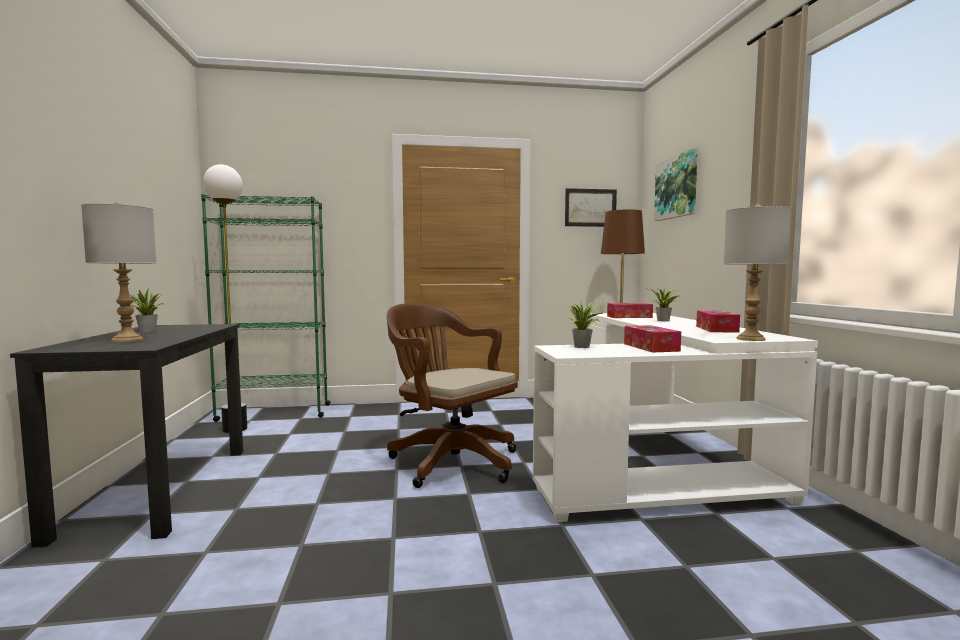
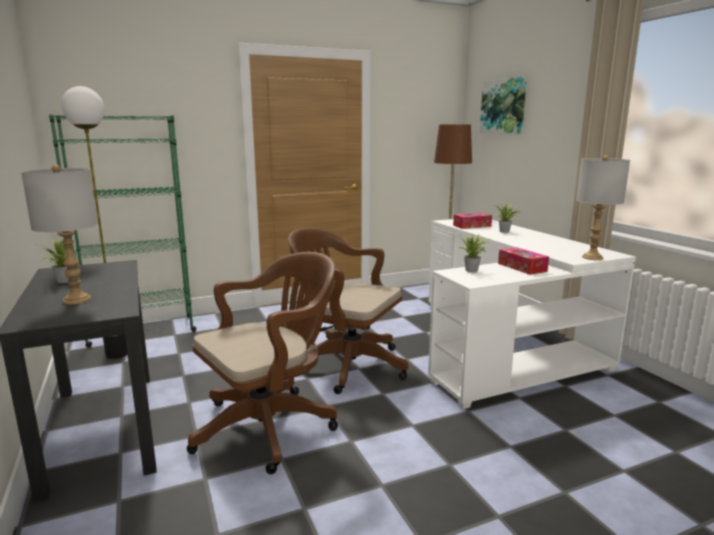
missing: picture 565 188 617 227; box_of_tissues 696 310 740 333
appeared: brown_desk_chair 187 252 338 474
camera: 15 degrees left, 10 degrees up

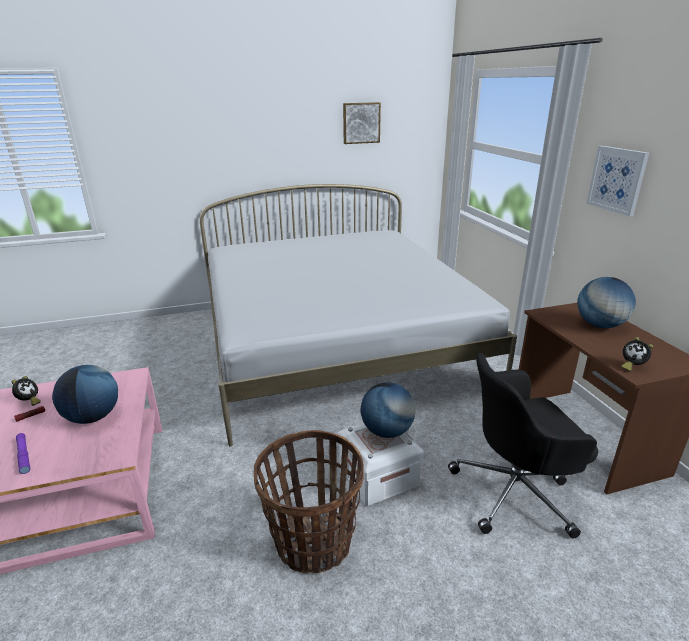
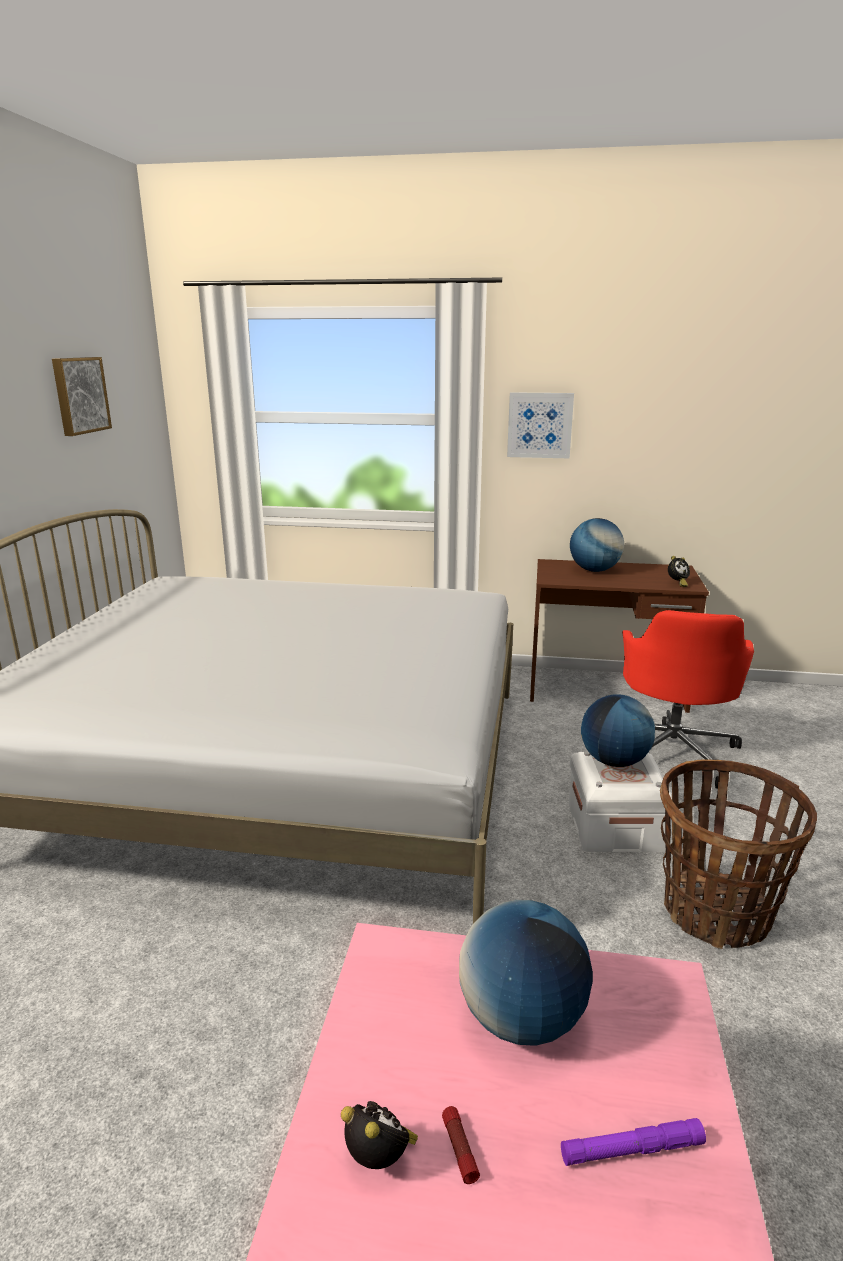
colour: black-coloured_desk_chair 448 353 598 539 to red_desk_chair 622 610 754 789
camera: 65 degrees left, 5 degrees down

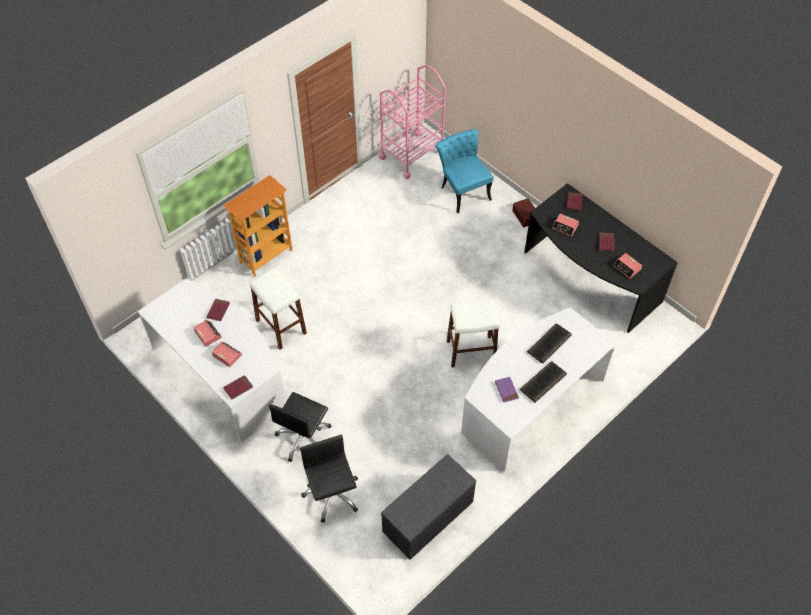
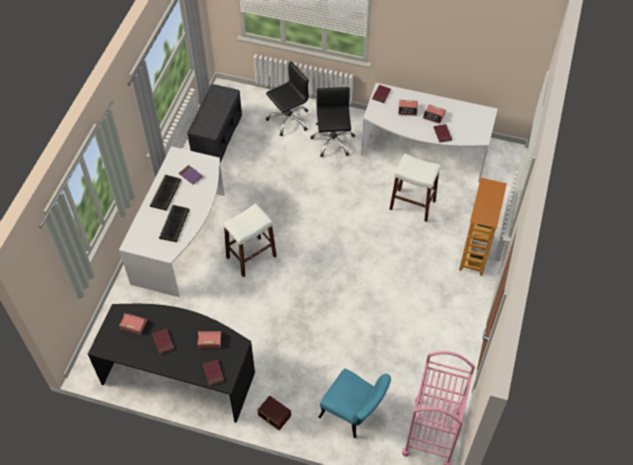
spun: black-coloured_desk_chair 300 435 358 523 = 266 61 309 136 75 degrees counterclockwise
camera: 150 degrees right, 0 degrees up

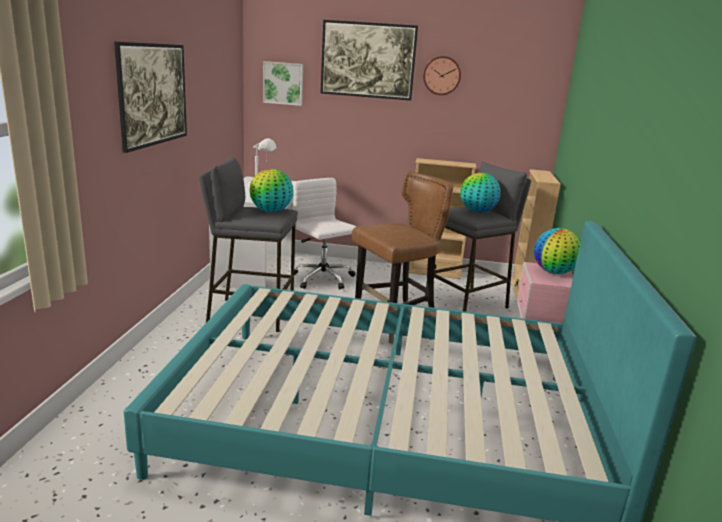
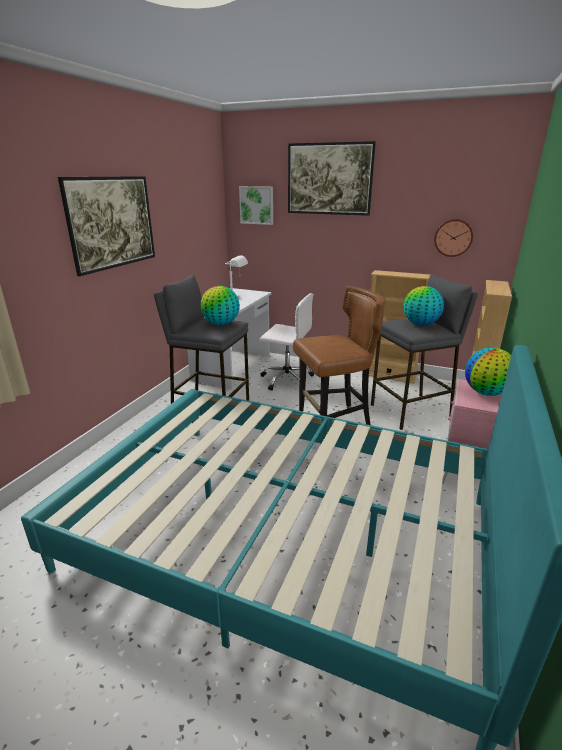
relocated: wall_clock 423 56 461 95 to 434 219 473 257
spun: white-coloured_desk_chair 293 178 357 289 = 259 293 314 391 135 degrees clockwise
camera: 15 degrees right, 5 degrees up

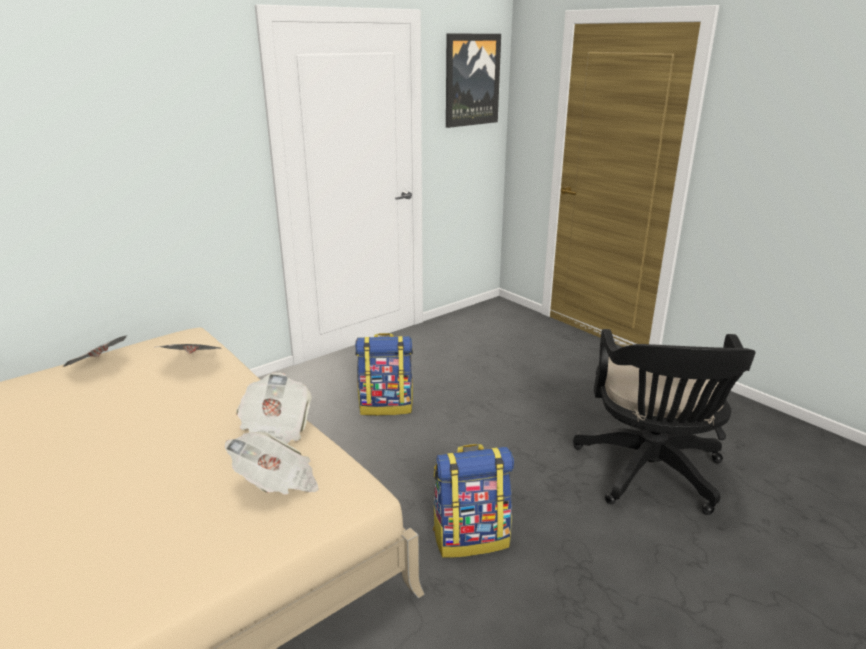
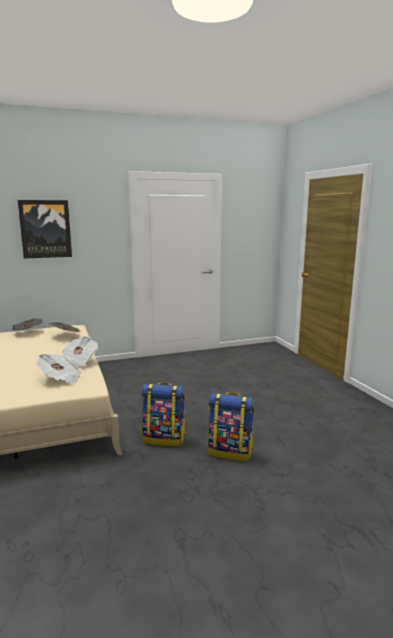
missing: black-coloured_desk_chair 573 329 756 515
relocated: picture 446 34 501 128 to 18 200 72 259; knapsack 355 333 413 416 to 208 392 254 462
camera: 20 degrees right, 10 degrees down

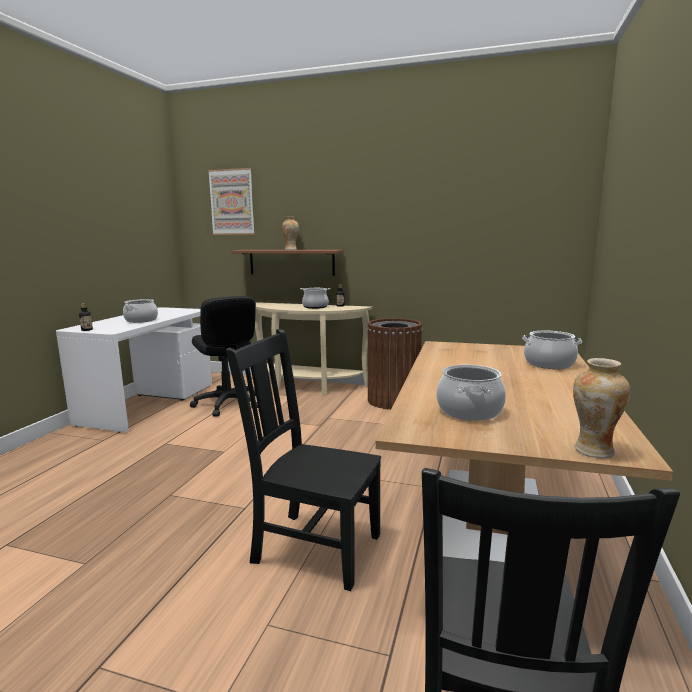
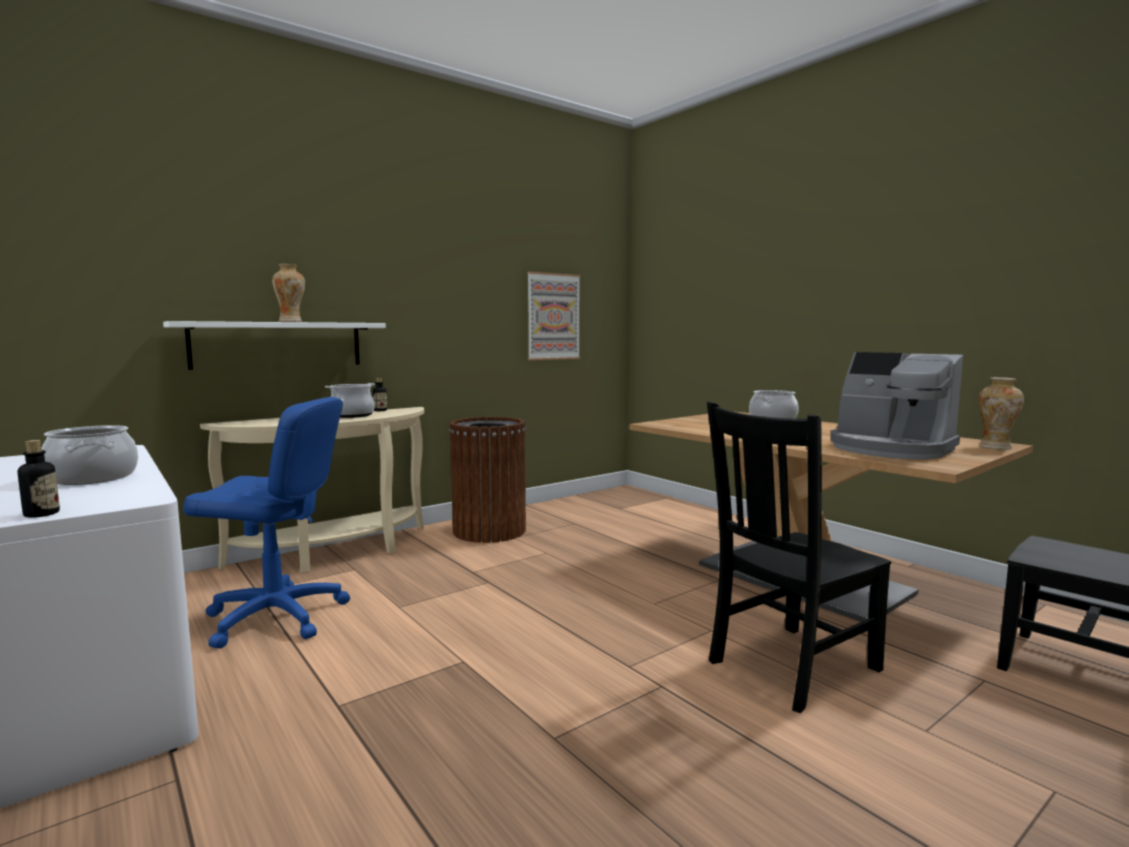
relocated: picture 208 168 255 235 to 527 272 580 360
exchanged: stockpot 436 365 506 421 to coffee_machine 831 352 963 460
colour: brown_wall_shelf 231 250 344 276 to white-coloured_wall_shelf 163 321 386 370; black-coloured_desk_chair 190 296 258 417 to bluish_desk_chair 183 397 350 648
camera: 55 degrees left, 5 degrees down

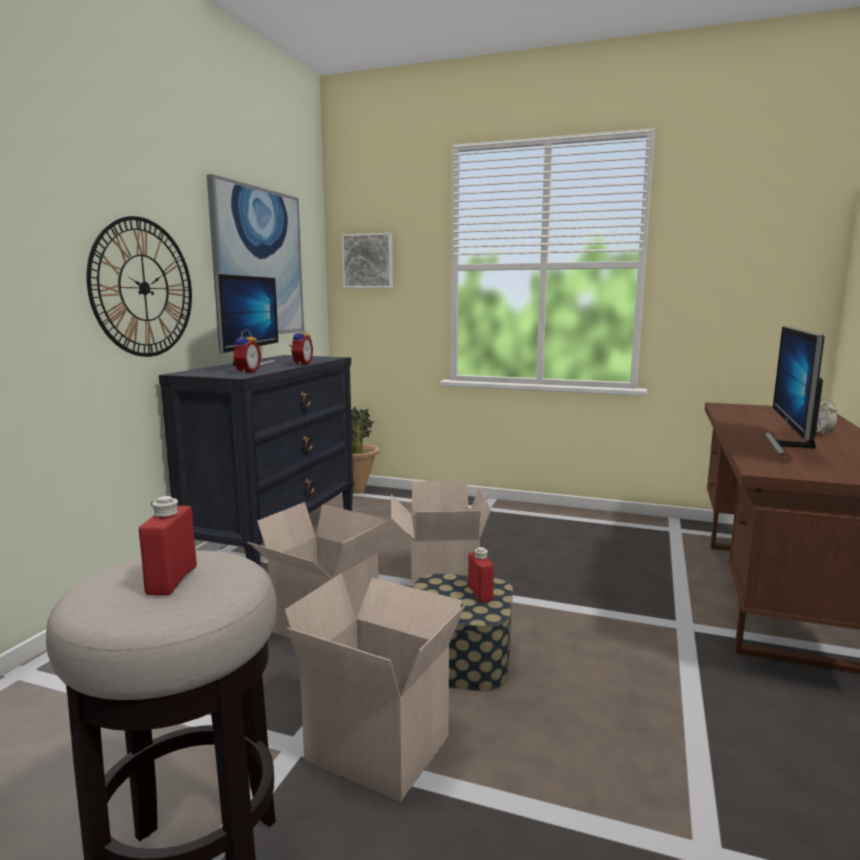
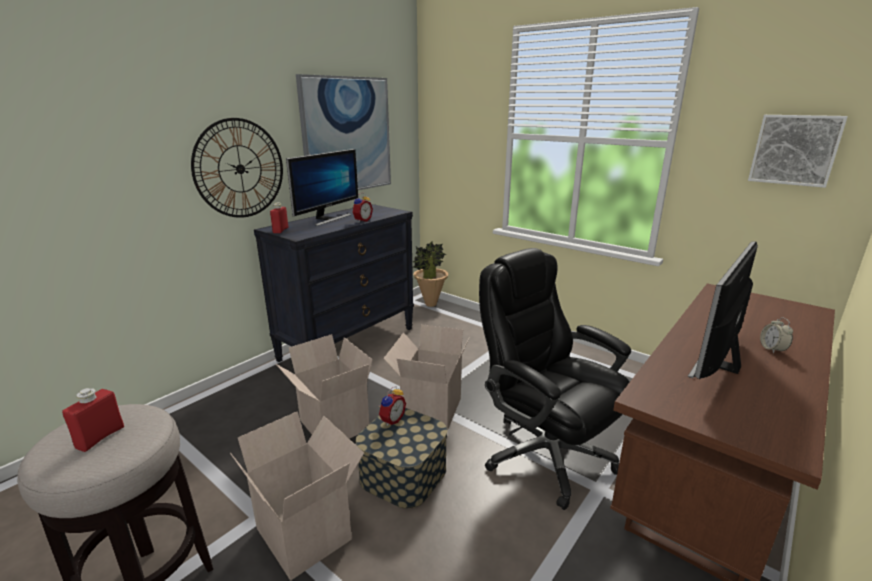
appeared: black-coloured_desk_chair 479 248 631 510
relocated: picture 341 233 393 288 to 748 115 848 188; bedside_clock 232 329 261 374 to 378 386 406 426; red_beverage_bottle 468 547 494 603 to 270 203 289 233
camera: 20 degrees right, 10 degrees up

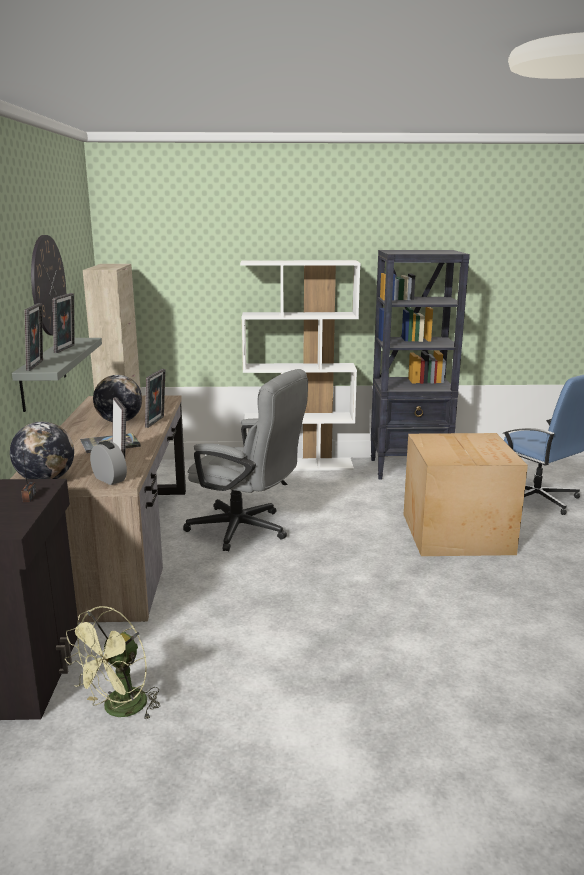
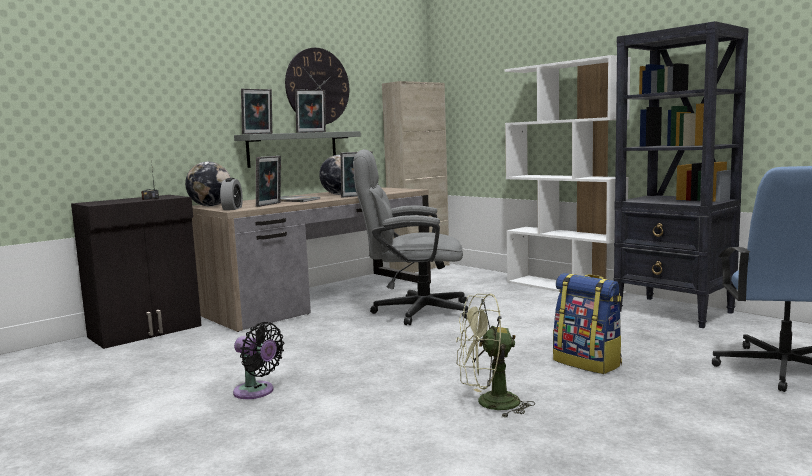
appeared: black-coloured_electric_fan 233 322 284 399
relocated: greenish_electric_fan 65 606 160 719 to 456 293 535 418
exchanged: cardboard_box 404 433 528 556 to knapsack 553 273 622 374
spun: grey_desk_chair 183 369 308 551 = 353 149 468 325 105 degrees clockwise
camera: 50 degrees right, 10 degrees down

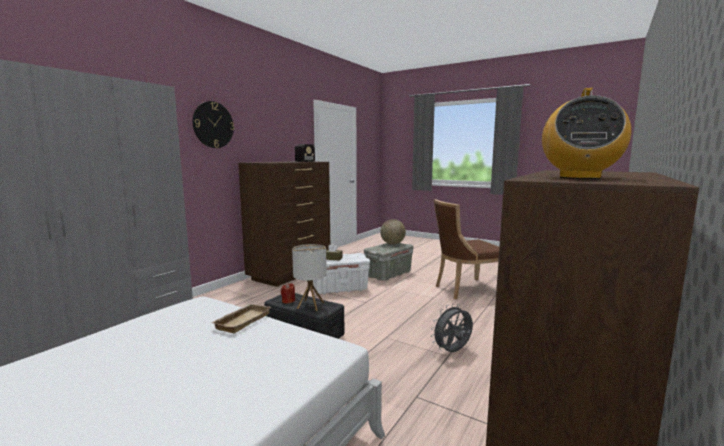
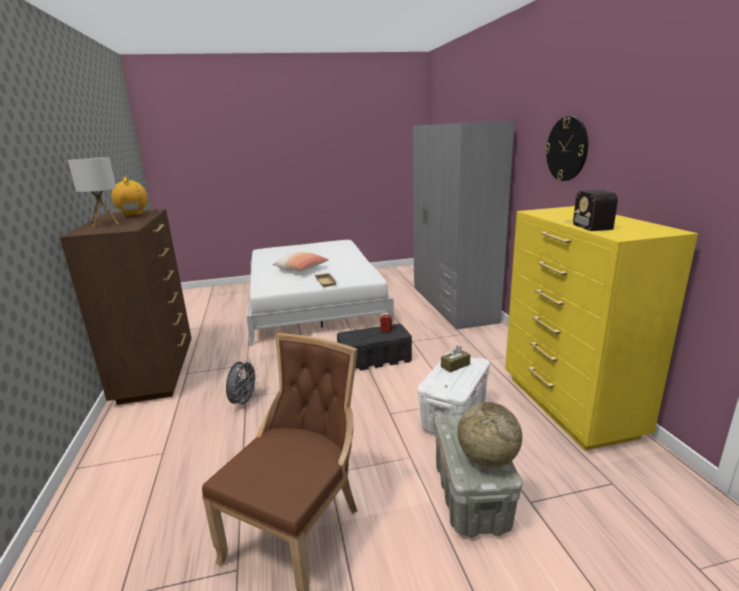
appeared: throw_pillow 272 252 329 271
relocated: lamp_for_a_table 292 244 327 311 to 68 157 119 227
colour: brown_drawer_chest 238 161 330 287 to yellowish_drawer_chest 505 206 698 451
camera: 135 degrees right, 10 degrees up

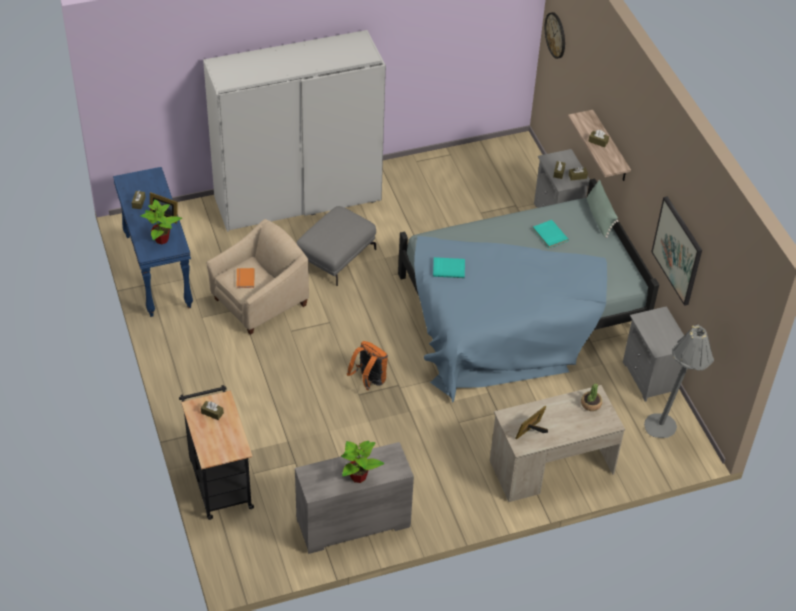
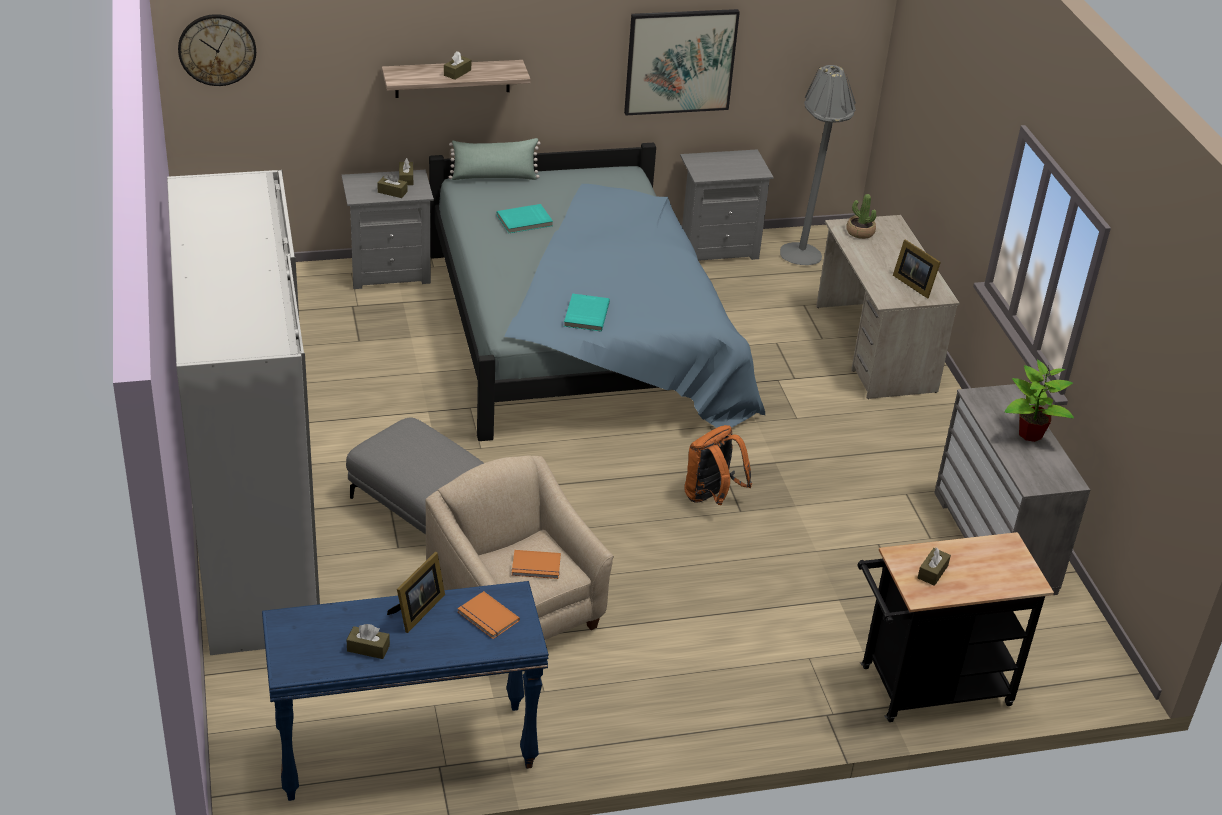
exchanged: potted_plant 141 199 182 244 to orange_book 457 591 520 639
camera: 85 degrees left, 10 degrees down

